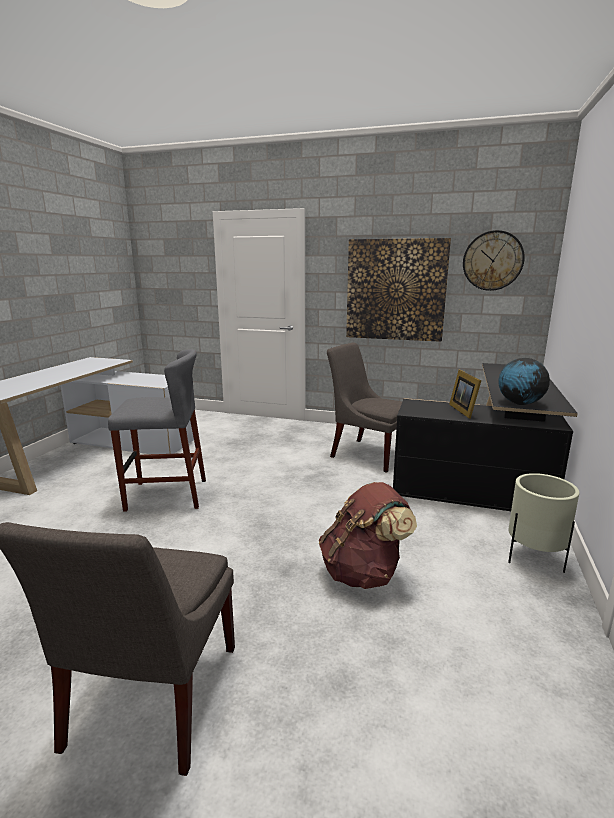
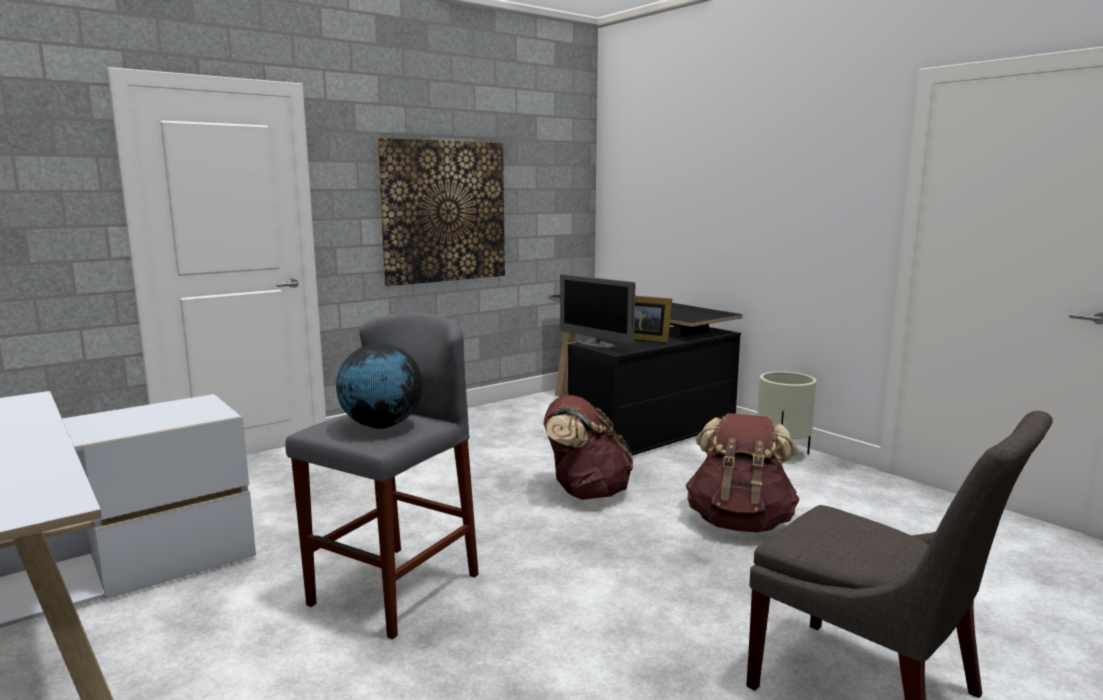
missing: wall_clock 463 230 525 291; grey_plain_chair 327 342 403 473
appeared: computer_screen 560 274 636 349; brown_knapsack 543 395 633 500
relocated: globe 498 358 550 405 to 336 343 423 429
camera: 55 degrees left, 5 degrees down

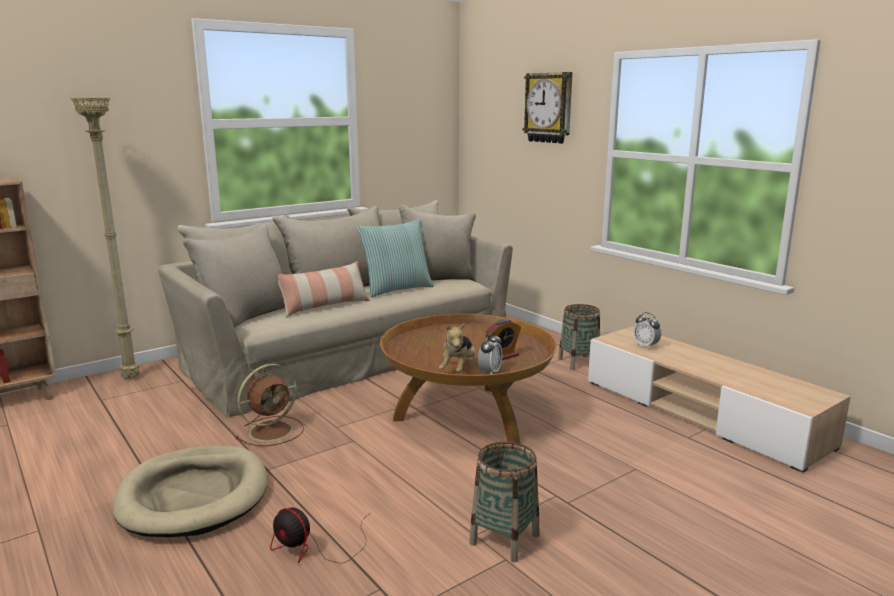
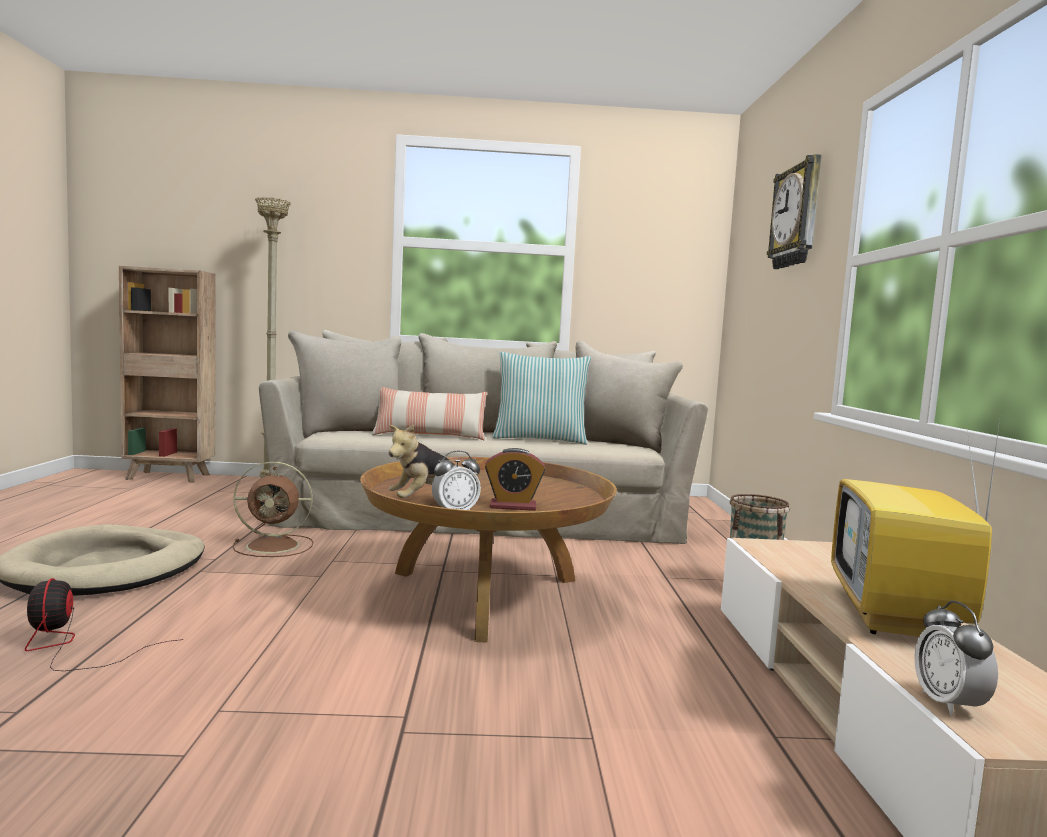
missing: storage_basket 469 442 539 562
appeared: TV_set 831 412 1001 637
relocated: bedside_clock 633 312 661 349 to 914 601 998 716
camera: 35 degrees right, 10 degrees down

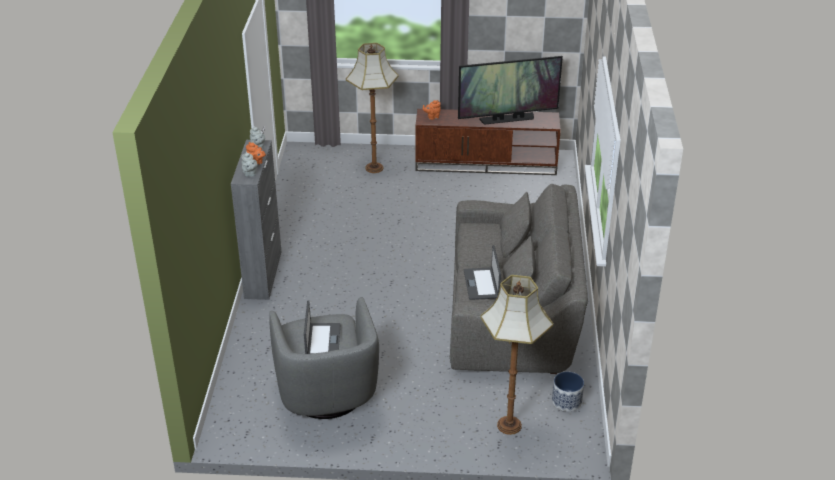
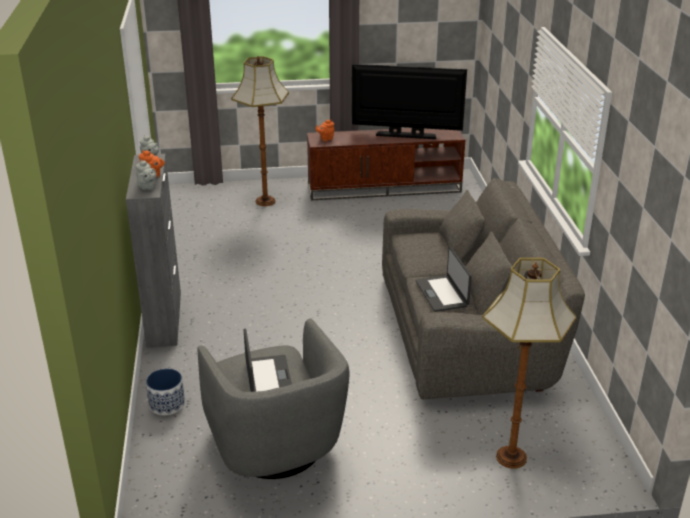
relocated: planter 552 372 584 411 to 146 368 185 415
spun: TV_set 458 56 563 125 = 352 64 467 139 150 degrees counterclockwise
camera: 10 degrees left, 5 degrees down

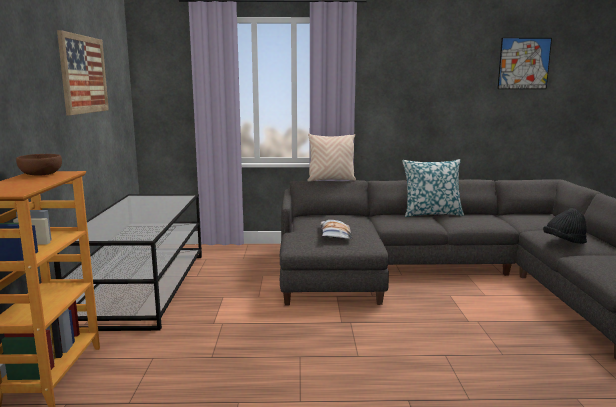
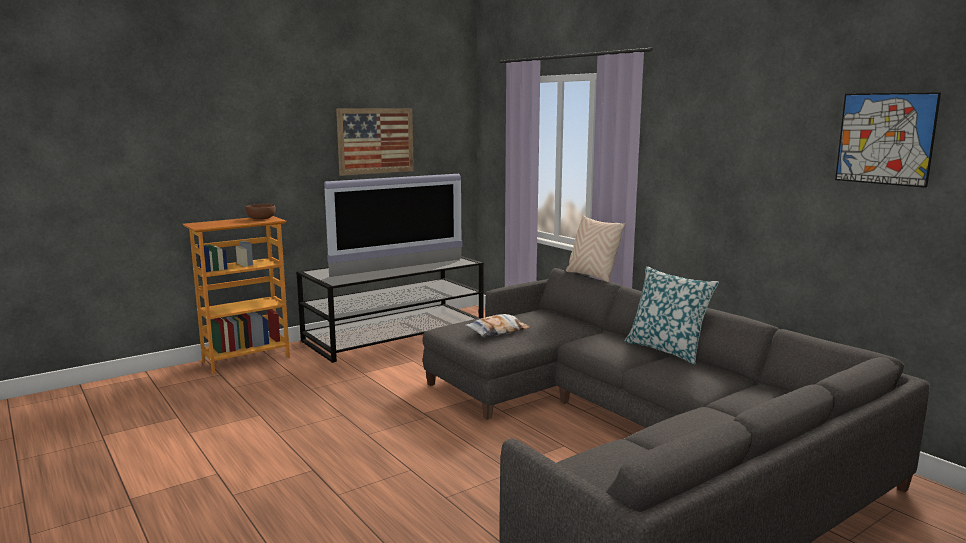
missing: black-coloured_wearable_hat 543 208 587 244
appeared: TV_set 324 174 462 277
camera: 55 degrees right, 0 degrees up

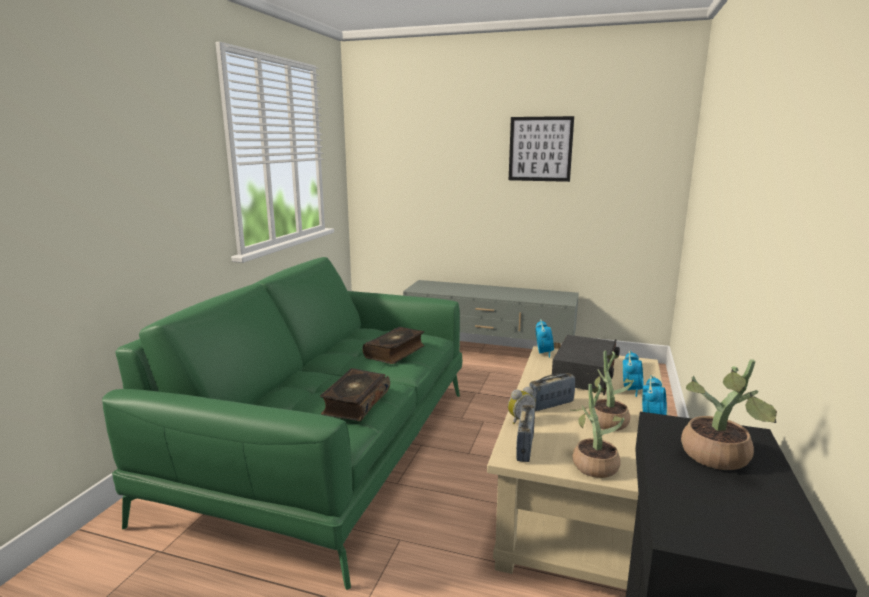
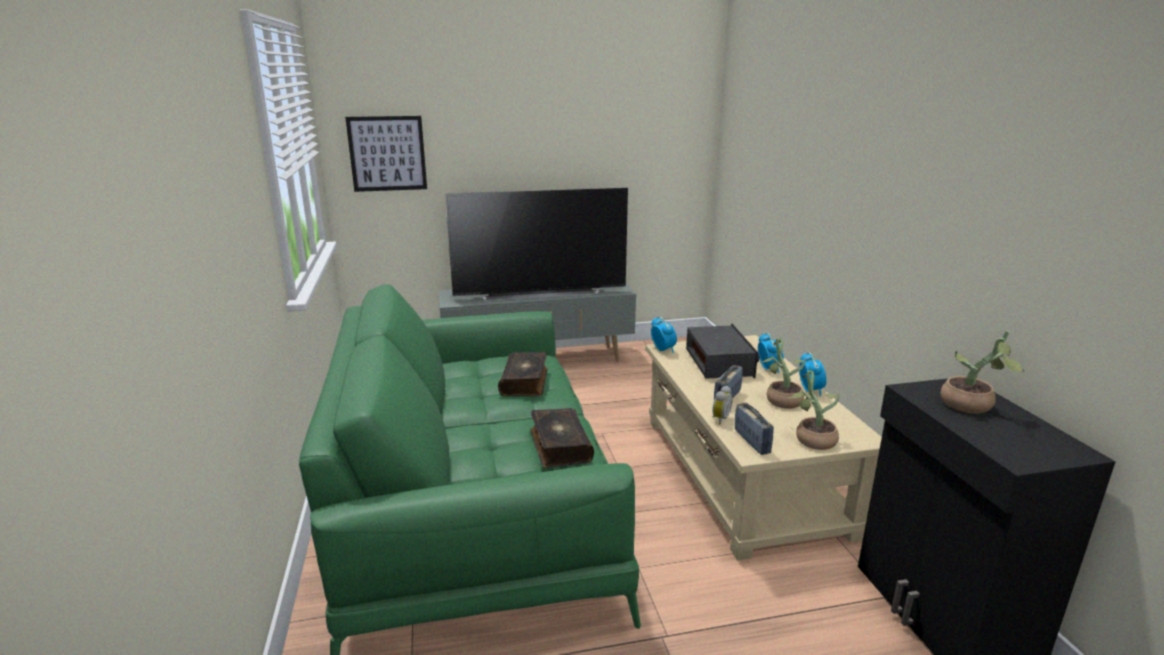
appeared: TV_set 445 188 628 301
relocated: picture 509 116 574 182 to 345 116 427 192
camera: 30 degrees left, 5 degrees up

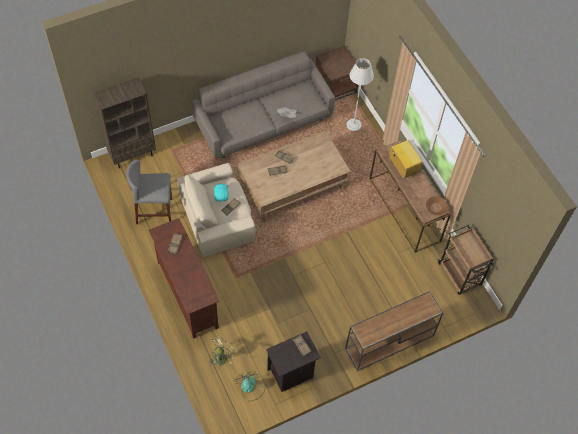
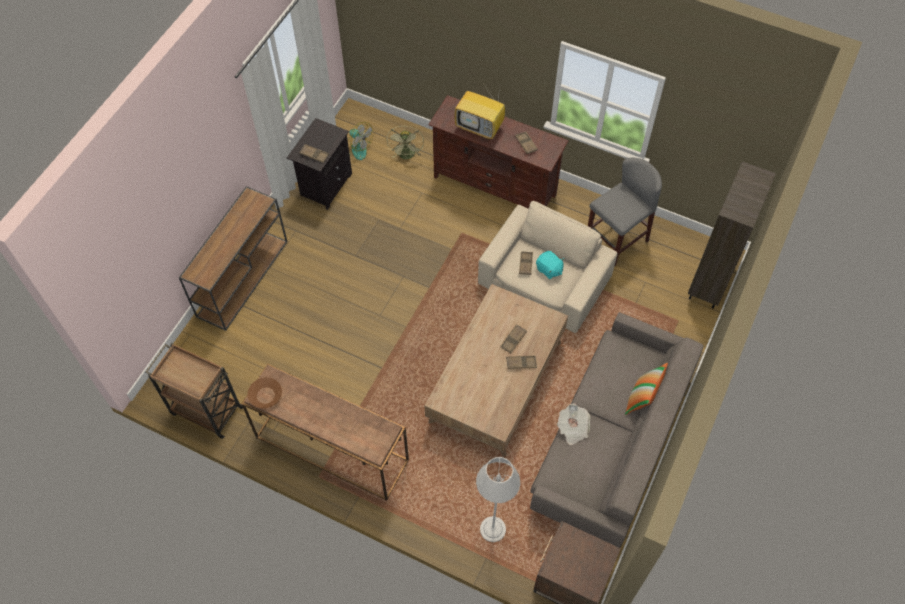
appeared: throw_pillow 625 363 668 415
relocated: TV_set 389 140 422 178 to 454 83 505 139
camera: 145 degrees right, 0 degrees up

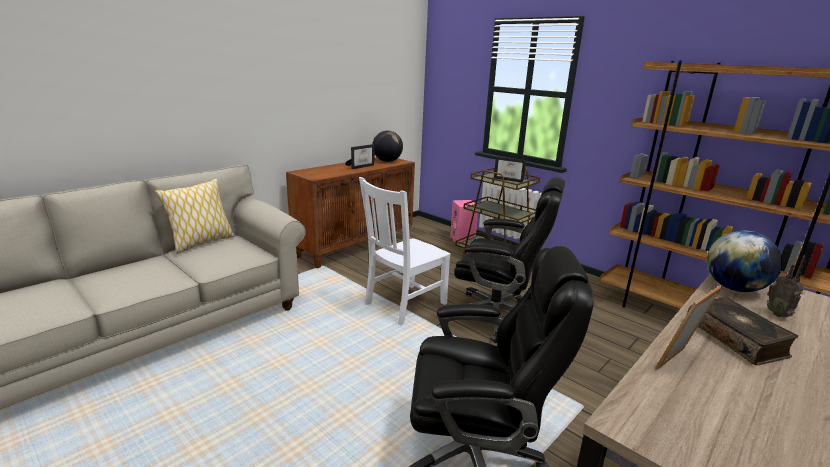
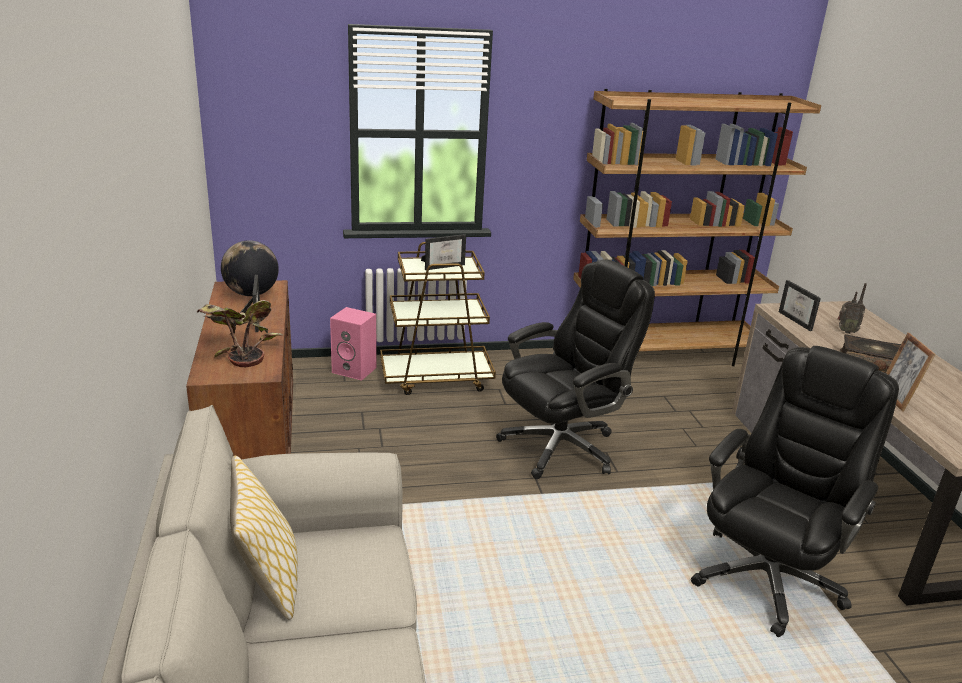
missing: white-coloured_plain_chair 359 177 451 325
appeared: potted_plant 197 300 283 367
exchanged: globe 707 230 782 292 to photo_frame 779 280 821 331
camera: 55 degrees left, 5 degrees up

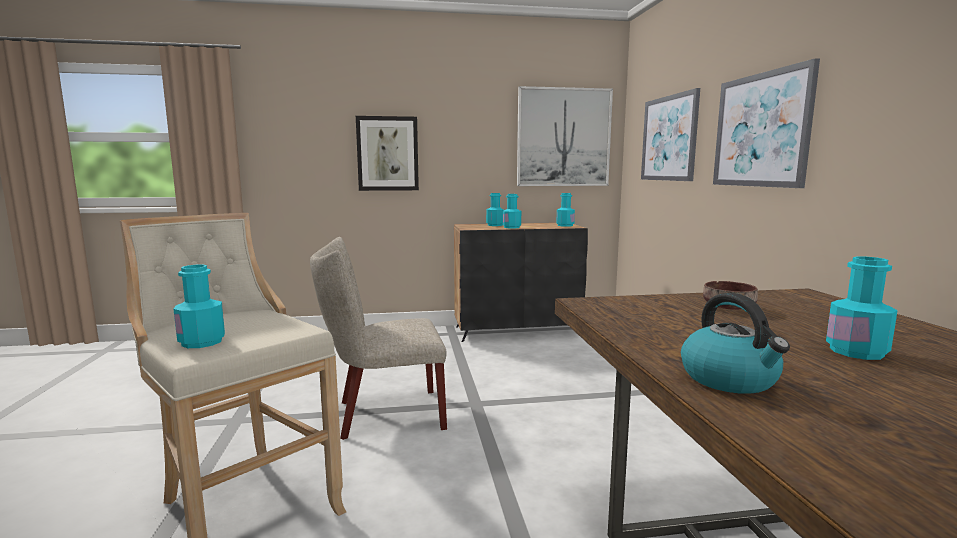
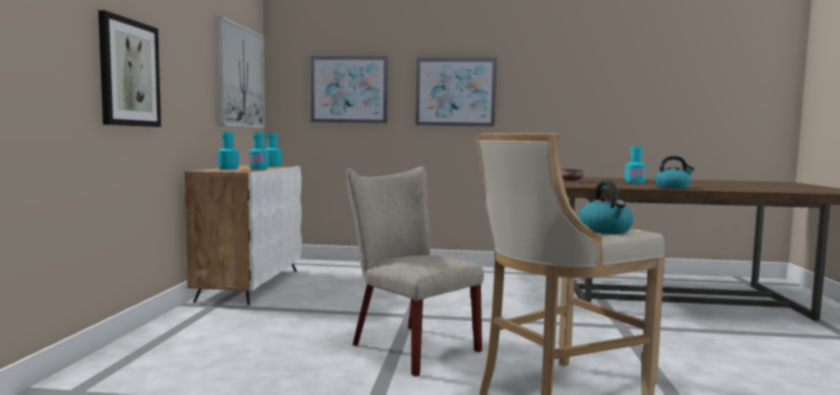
exchanged: turquoise_beverage_bottle 173 265 225 348 to water_kettle 578 181 633 234
colour: black-coloured_cabinet 454 223 588 342 to white-coloured_cabinet 184 165 302 305
spun: beige_plain_chair 310 237 447 440 = 347 167 484 377 135 degrees clockwise
camera: 75 degrees left, 5 degrees down

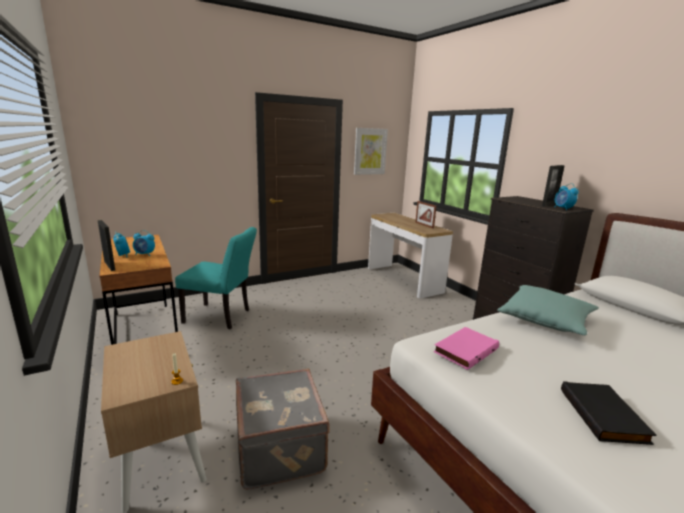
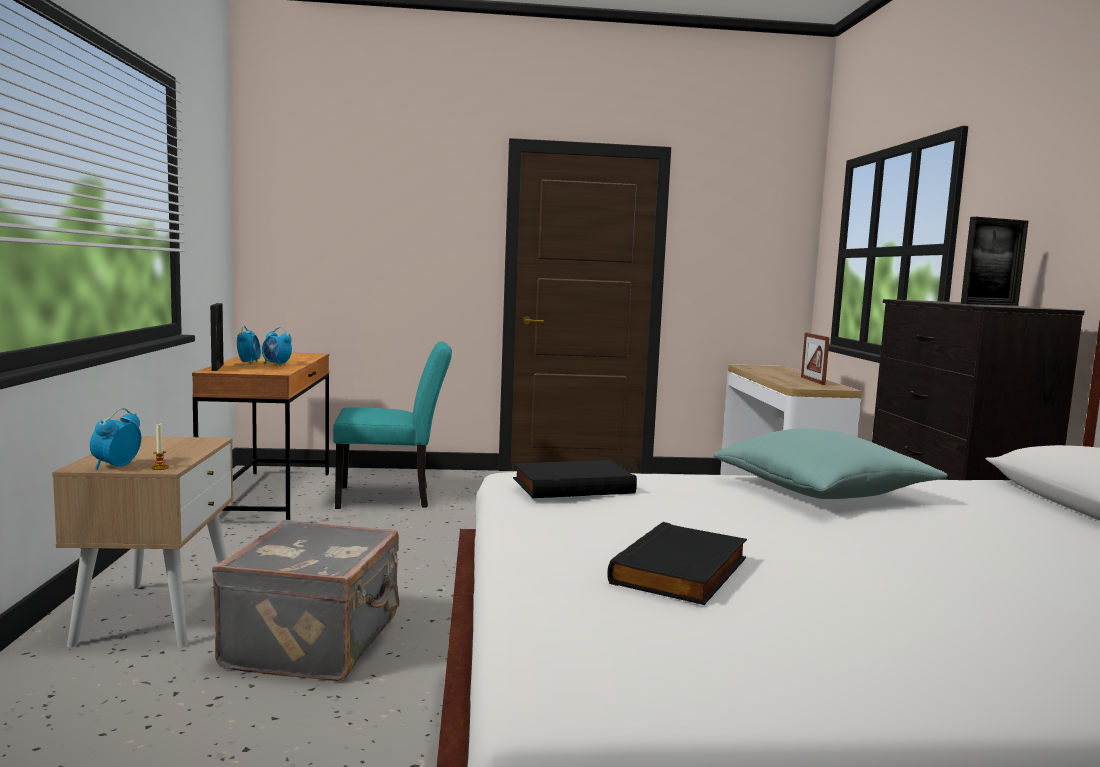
missing: picture 354 128 388 175
relocated: bedside_clock 555 183 579 210 to 90 408 141 470
colour: pink_book 433 327 499 370 to black-coloured_book 513 460 637 498
spun: turquoise_plain_chair 175 227 257 329 = 333 341 452 509 45 degrees counterclockwise
camera: 25 degrees right, 10 degrees down

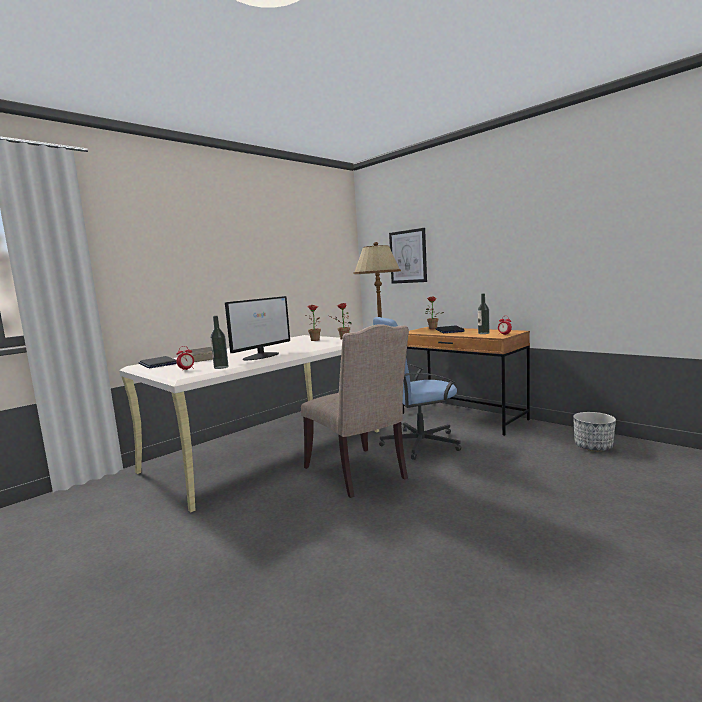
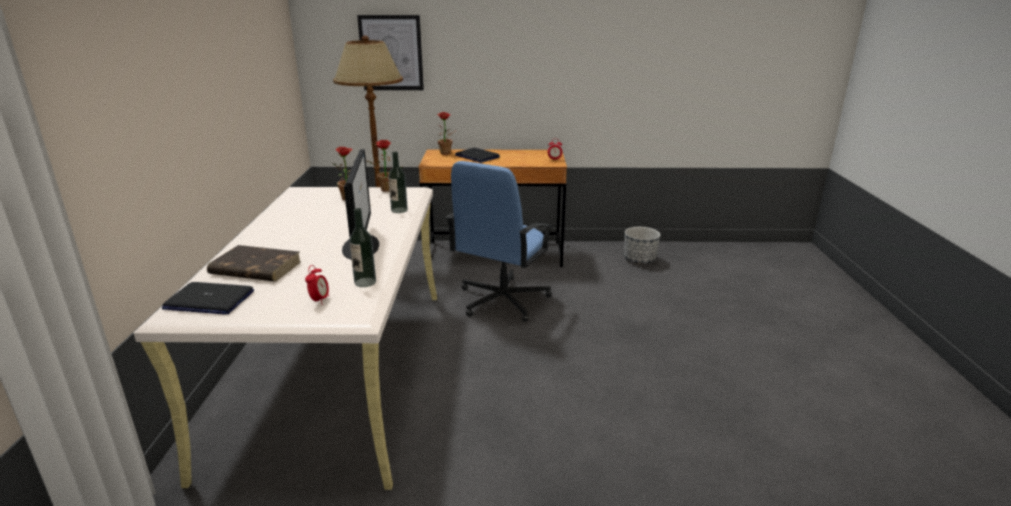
missing: beige_plain_chair 301 324 409 498
relocated: beverage_bottle 478 293 490 334 to 388 151 408 213
camera: 45 degrees left, 15 degrees up

